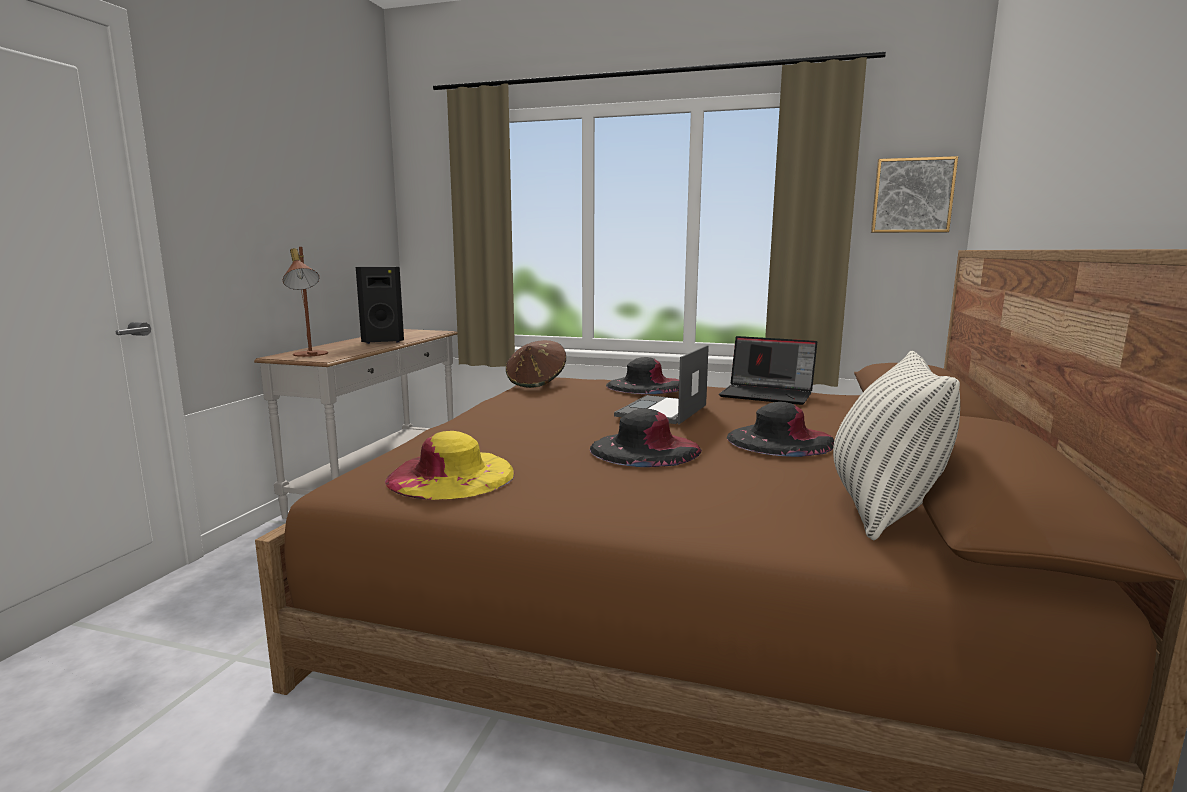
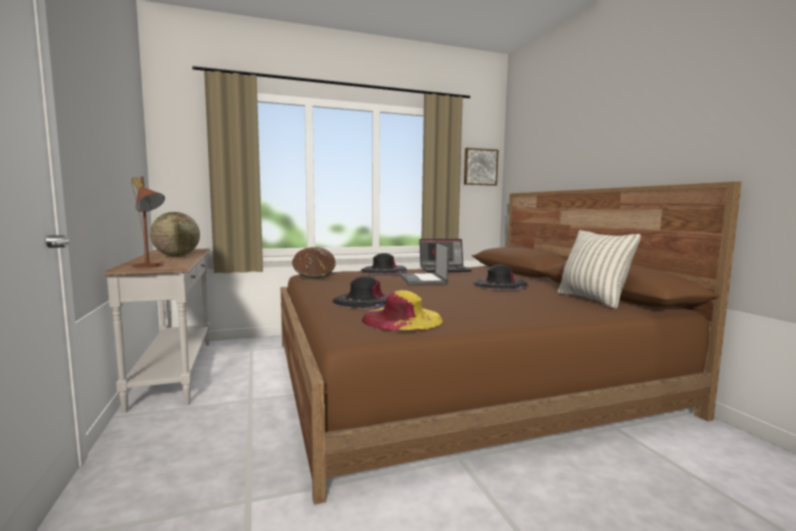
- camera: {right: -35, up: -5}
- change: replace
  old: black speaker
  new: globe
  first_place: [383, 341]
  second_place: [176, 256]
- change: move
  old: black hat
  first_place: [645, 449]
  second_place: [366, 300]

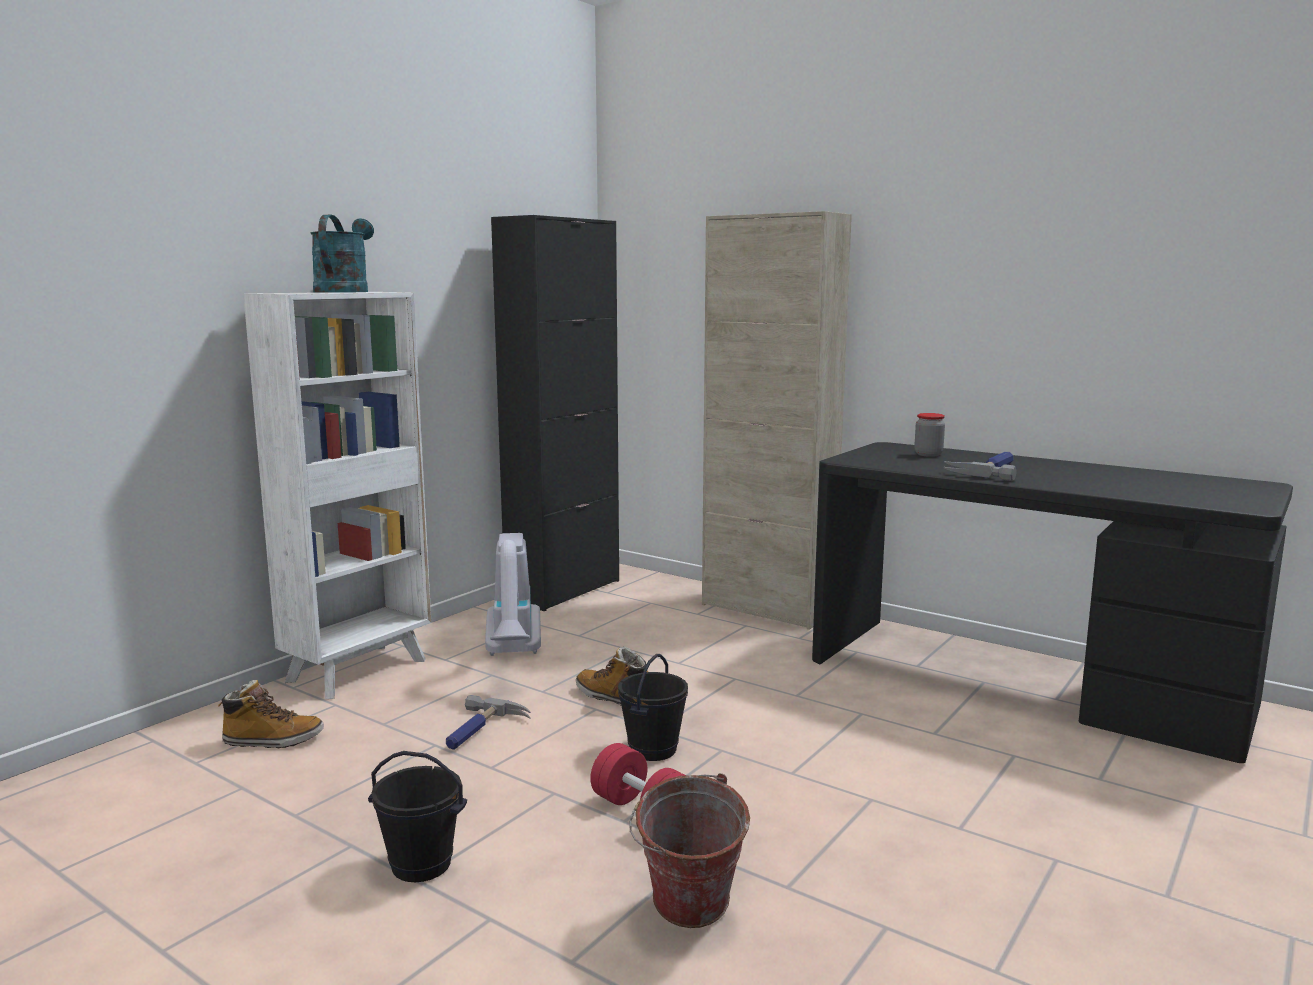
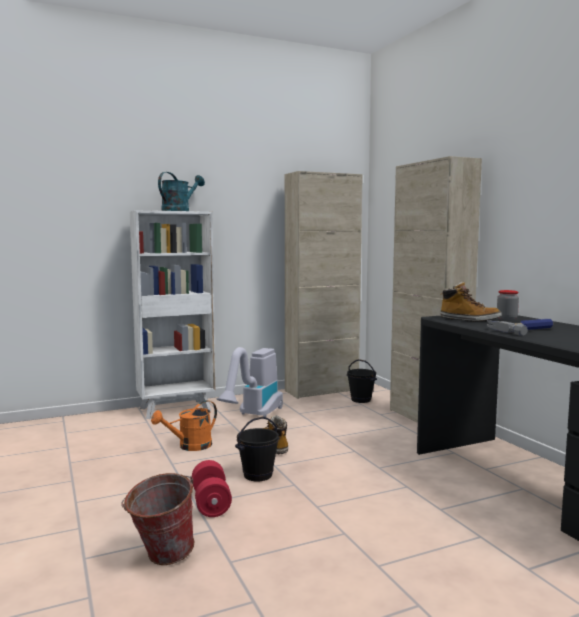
- camera: {right: 30, up: -5}
- change: recolor
  old: black cabinet
  new: beige cabinet
  first_place: [564, 590]
  second_place: [322, 390]
- change: move
  old: boot
  first_place: [272, 741]
  second_place: [469, 320]
- change: replace
  old: hammer
  new: orange watering can
  first_place: [480, 731]
  second_place: [190, 446]
- change: move
  old: black bucket
  first_place: [420, 866]
  second_place: [360, 400]

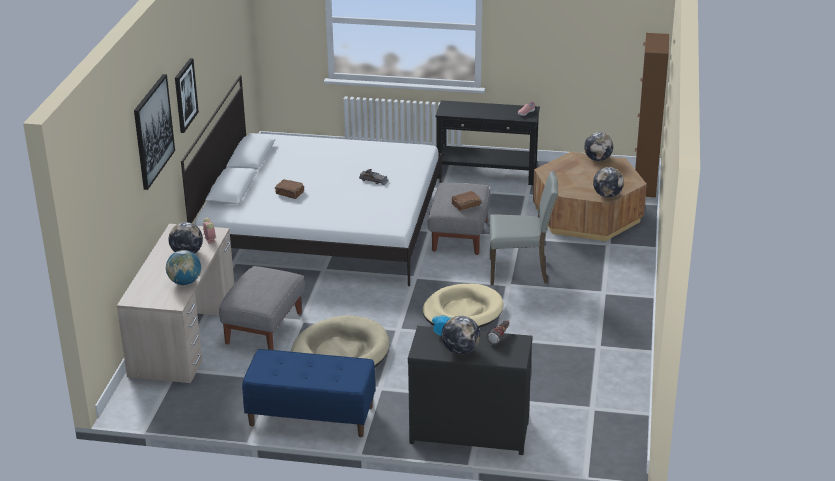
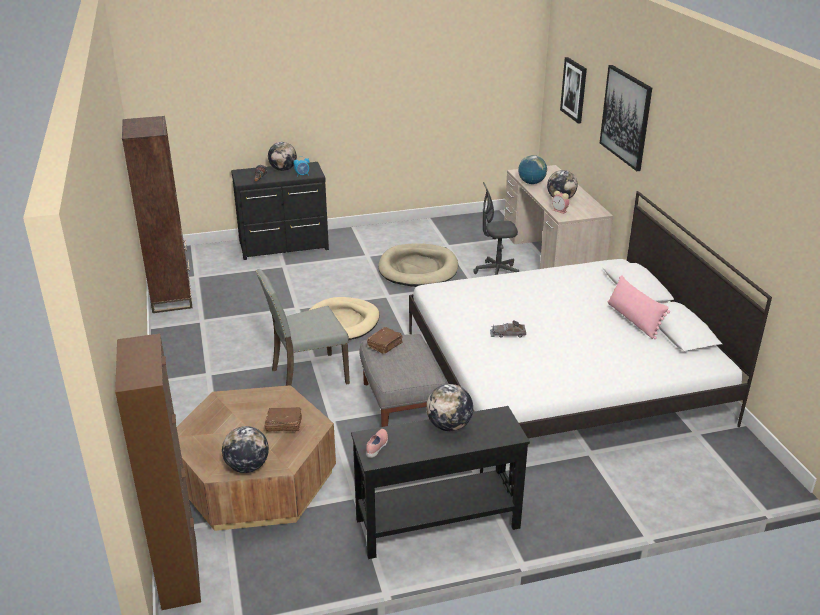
- camera: {right: 155, up: 0}
- change: move
  old: picture
  first_place: [185, 95]
  second_place: [574, 90]
- change: move
  old: globe
  first_place: [607, 195]
  second_place: [449, 426]
- change: move
  old: brown book
  first_place: [290, 193]
  second_place: [283, 425]
- change: replace
  old: grey ottoman
  new: grey office chair
  first_place: [264, 329]
  second_place: [496, 272]
- change: delete
  old: blue bench
  first_place: [310, 416]
- change: insert
  new: brown bookcase
  second_place: [171, 297]
- change: insert
  new: pink pillow
  second_place: [633, 320]

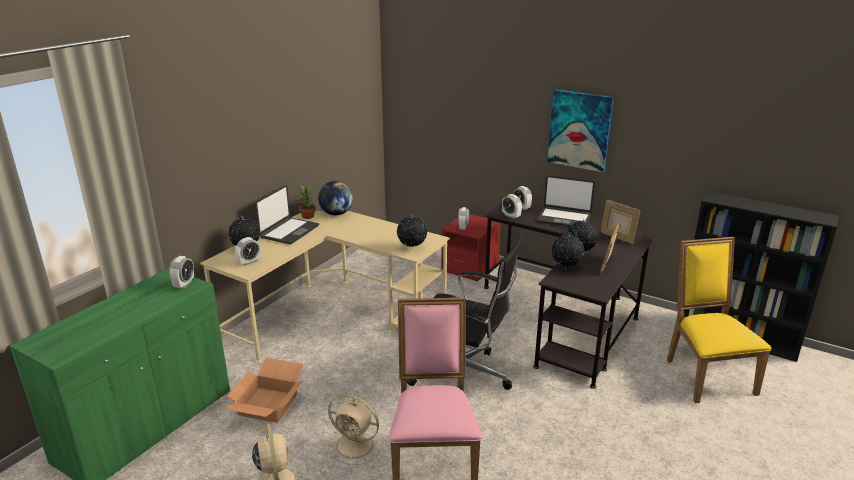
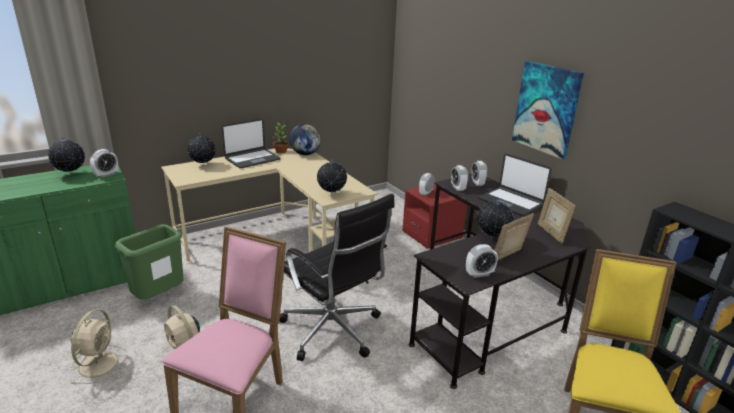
- camera: {right: 25, up: 0}
- change: move
  old: globe
  first_place: [565, 269]
  second_place: [71, 174]
- change: move
  old: alarm clock
  first_place: [249, 262]
  second_place: [479, 274]
- change: replace
  old: cardboard box
  new: green trash can
  first_place: [267, 404]
  second_place: [159, 298]

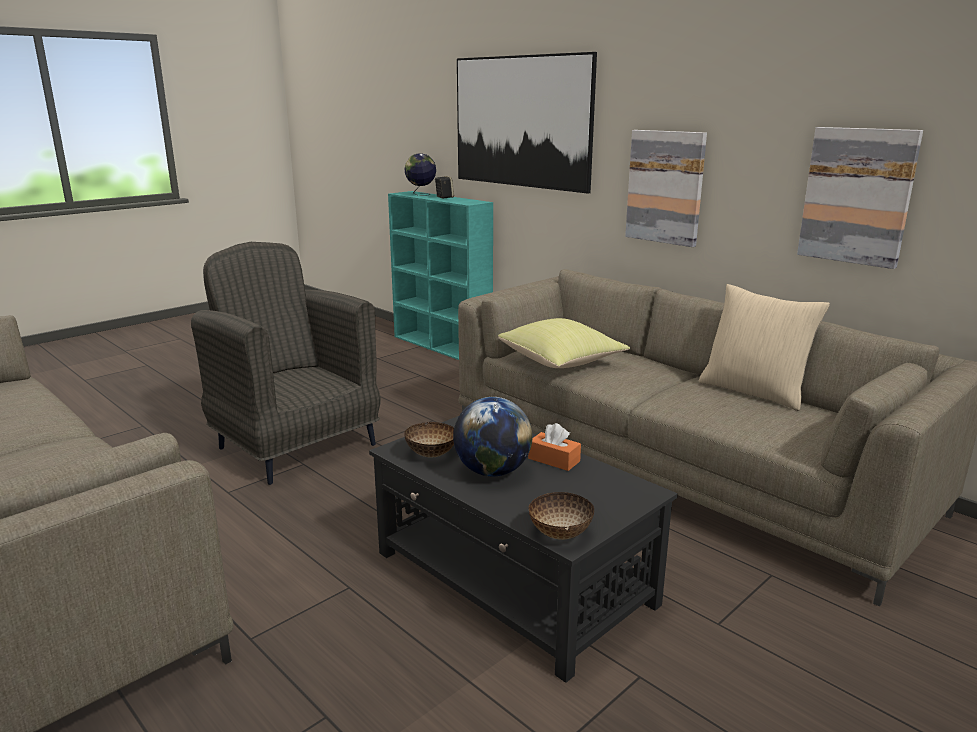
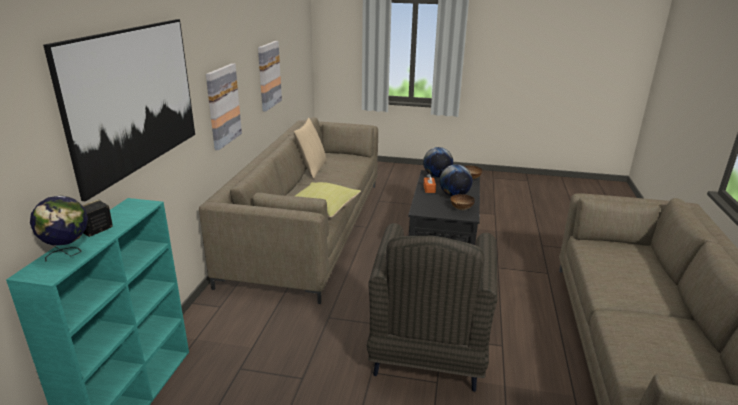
- camera: {right: -125, up: 5}
- change: insert
  new: globe
  second_place: [437, 176]

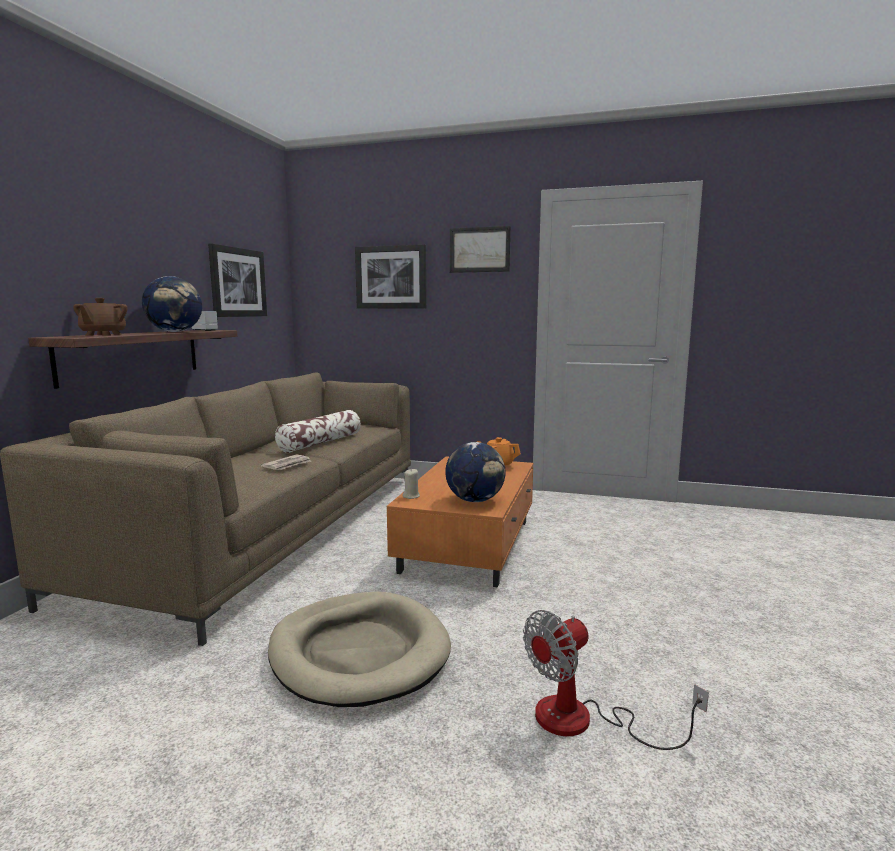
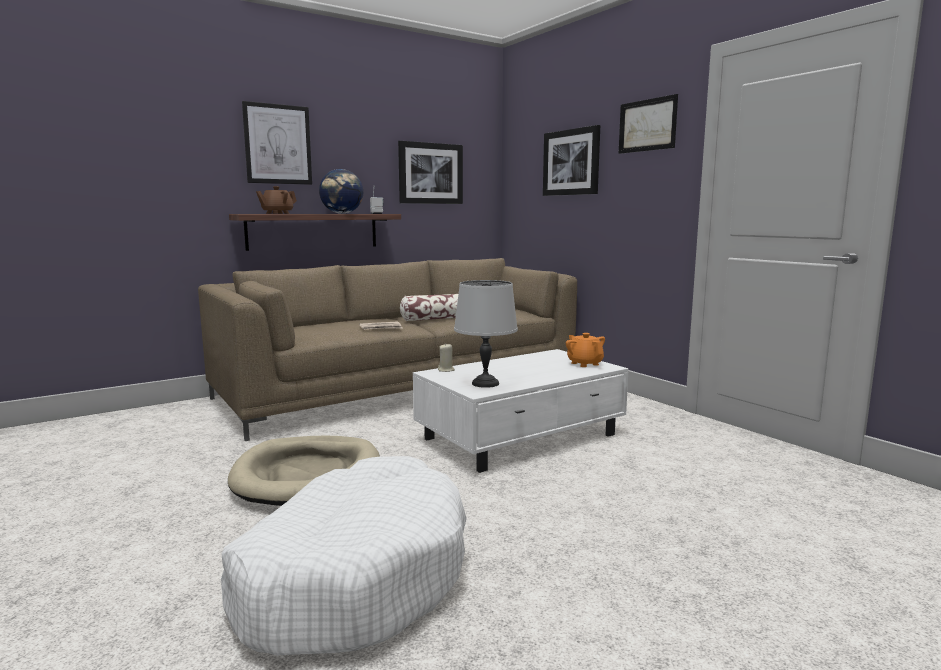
- camera: {right: 40, up: 0}
- change: replace
  old: globe
  new: grey table lamp
  first_place: [475, 500]
  second_place: [486, 383]
- change: recolor
  old: orange coffee table
  new: white coffee table
  first_place: [469, 544]
  second_place: [522, 436]
- change: replace
  old: fan
  new: white dog bed
  first_place: [584, 721]
  second_place: [353, 576]
- change: insert
  new: picture
  second_place: [278, 144]

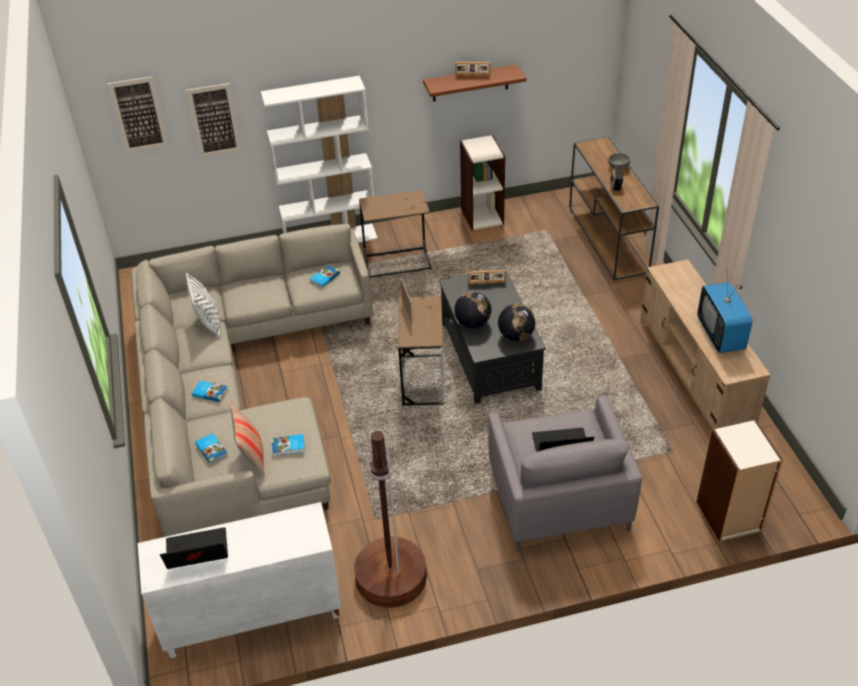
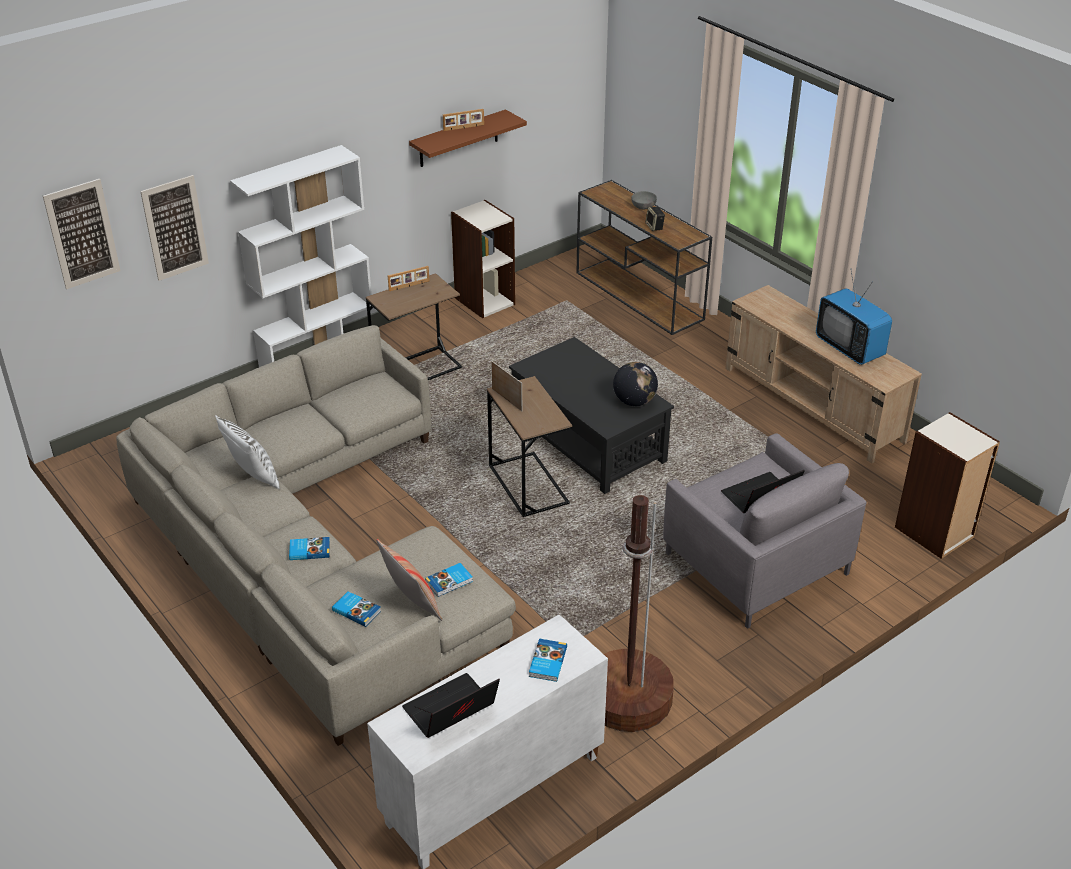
- camera: {right: -25, up: -5}
- change: move
  old: book
  first_place: [324, 277]
  second_place: [547, 662]
- change: move
  old: picture frame
  first_place: [487, 283]
  second_place: [409, 286]
- change: delete
  old: globe
  first_place: [473, 323]

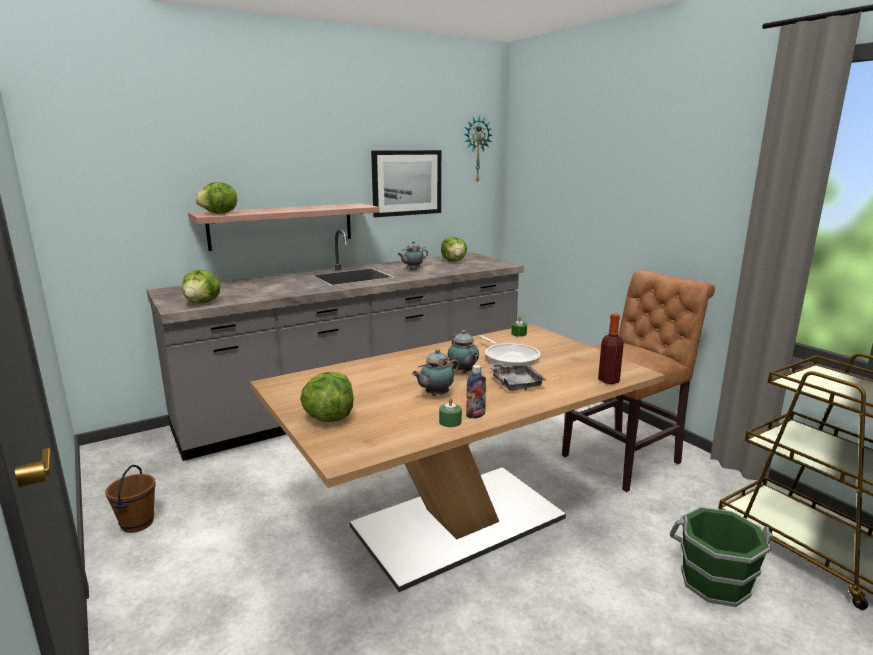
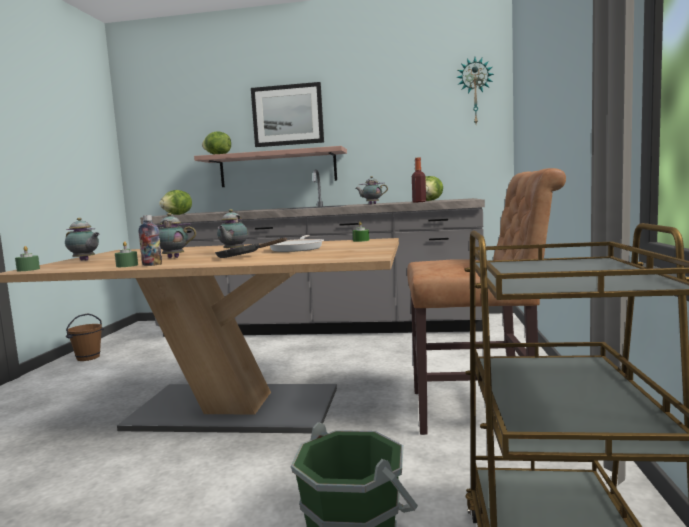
- camera: {right: 40, up: -10}
- change: move
  old: picture
  first_place: [406, 183]
  second_place: [287, 115]
- change: move
  old: bottle
  first_place: [608, 380]
  second_place: [419, 202]
- change: replace
  old: grey tray
  new: black frying pan
  first_place: [515, 383]
  second_place: [243, 257]
- change: replace
  old: lettuce
  new: teapot
  first_place: [329, 418]
  second_place: [85, 260]
- change: insert
  new: green candle
  second_place: [28, 269]

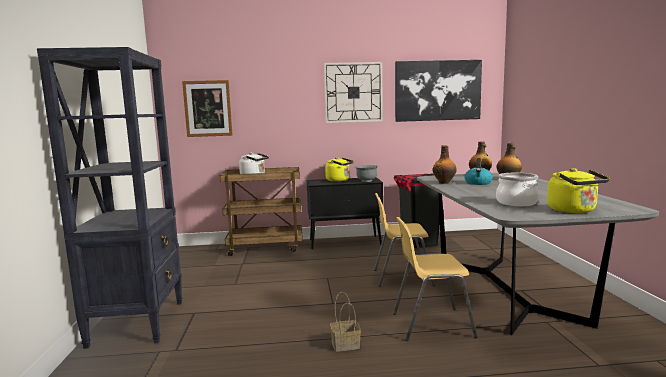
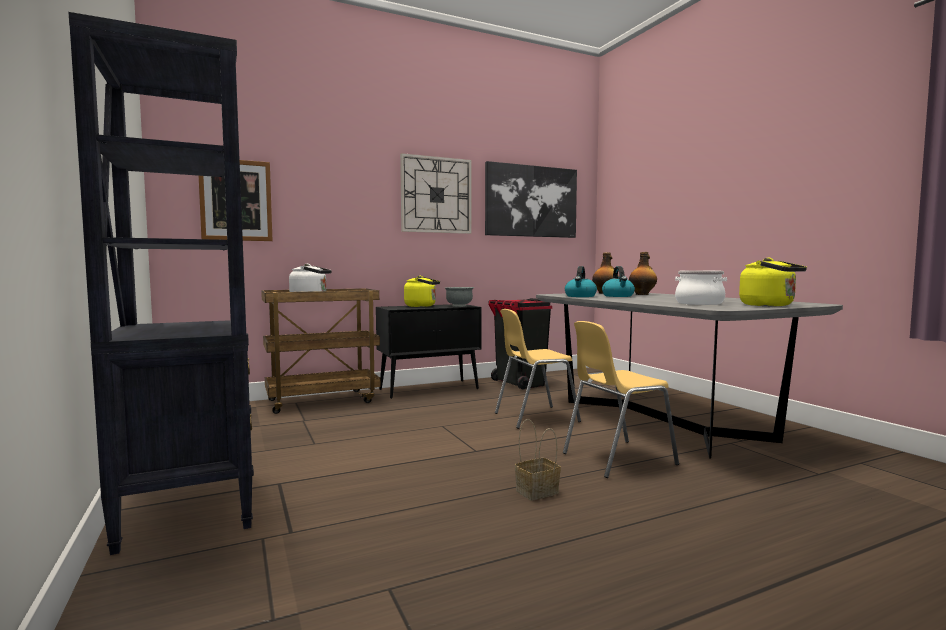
- camera: {right: -20, up: -5}
- change: replace
  old: bottle
  new: kettle
  first_place: [444, 182]
  second_place: [580, 296]

